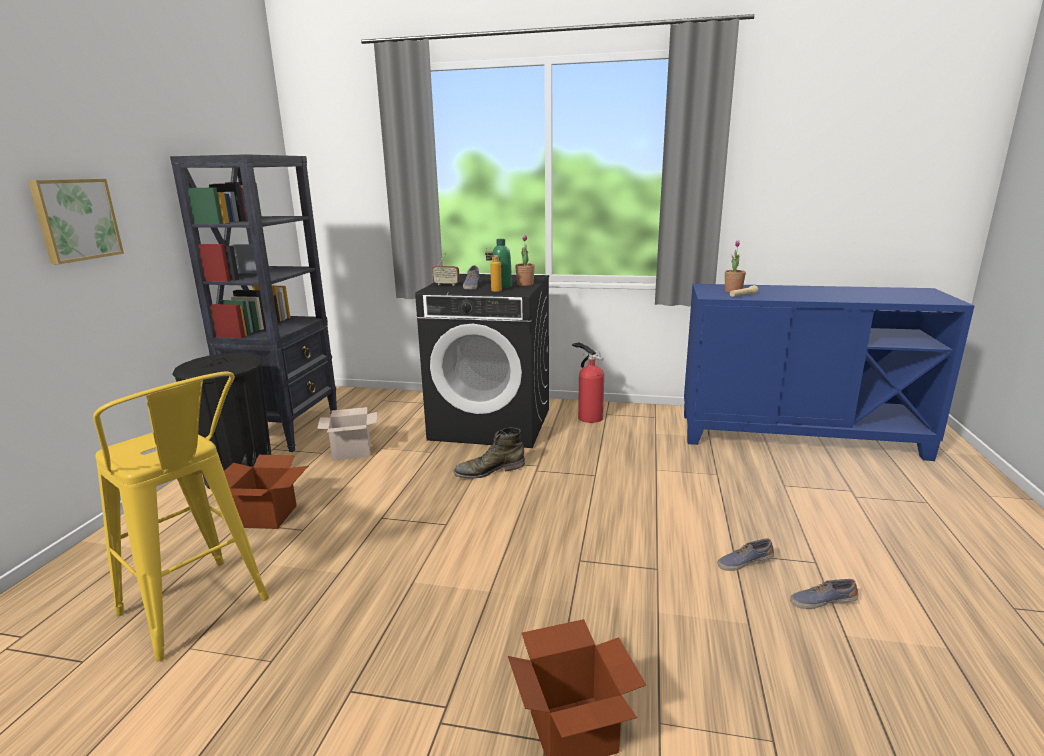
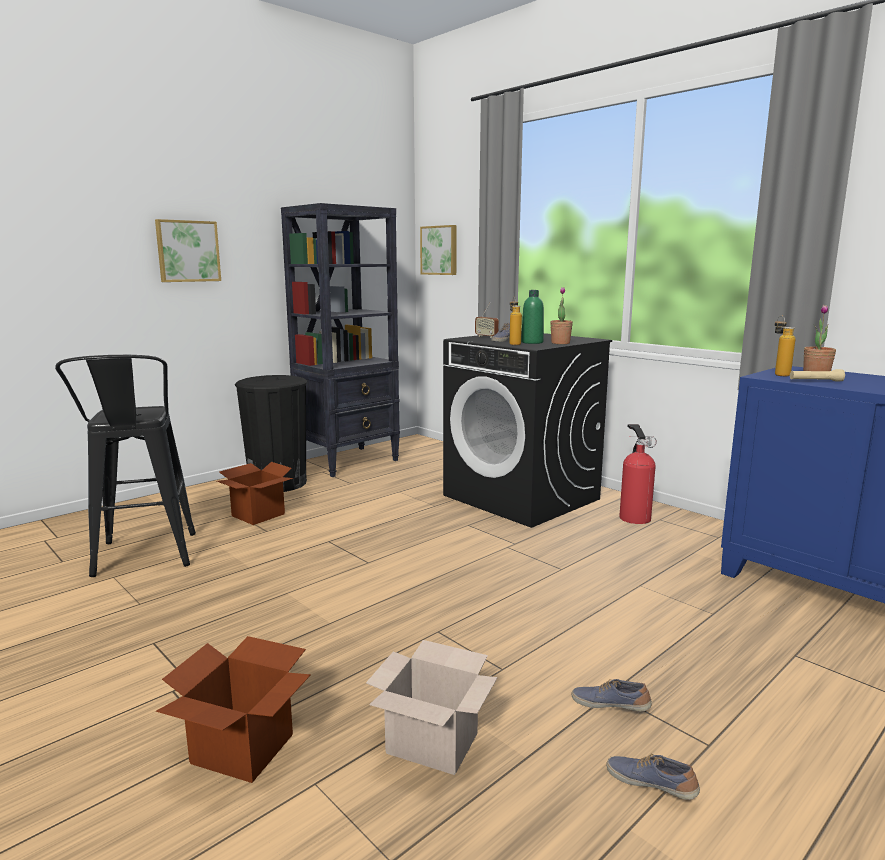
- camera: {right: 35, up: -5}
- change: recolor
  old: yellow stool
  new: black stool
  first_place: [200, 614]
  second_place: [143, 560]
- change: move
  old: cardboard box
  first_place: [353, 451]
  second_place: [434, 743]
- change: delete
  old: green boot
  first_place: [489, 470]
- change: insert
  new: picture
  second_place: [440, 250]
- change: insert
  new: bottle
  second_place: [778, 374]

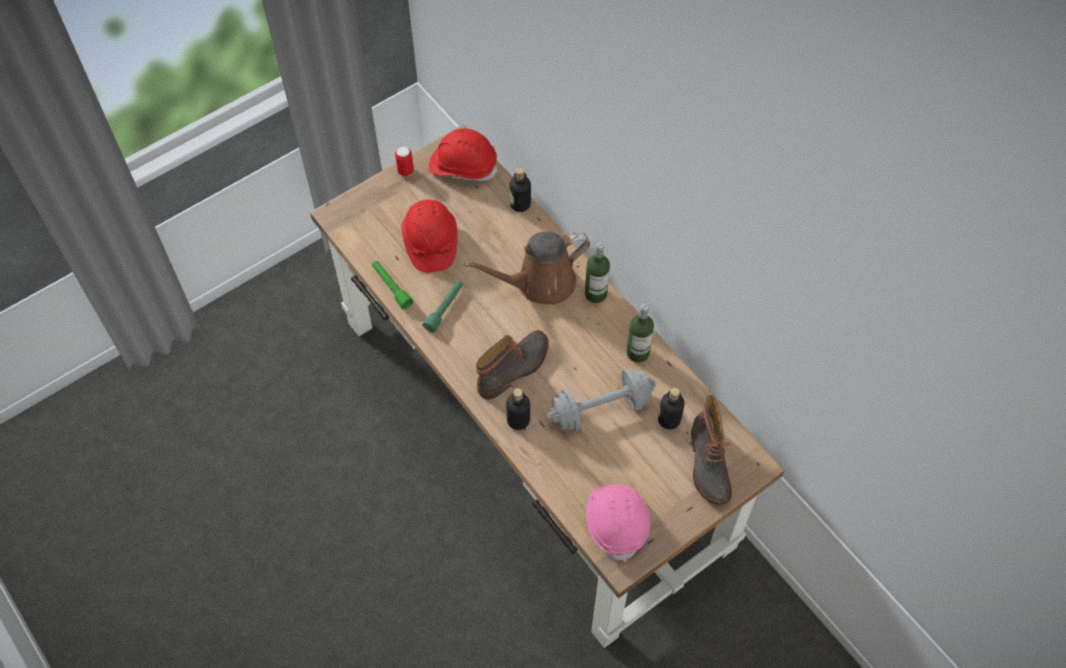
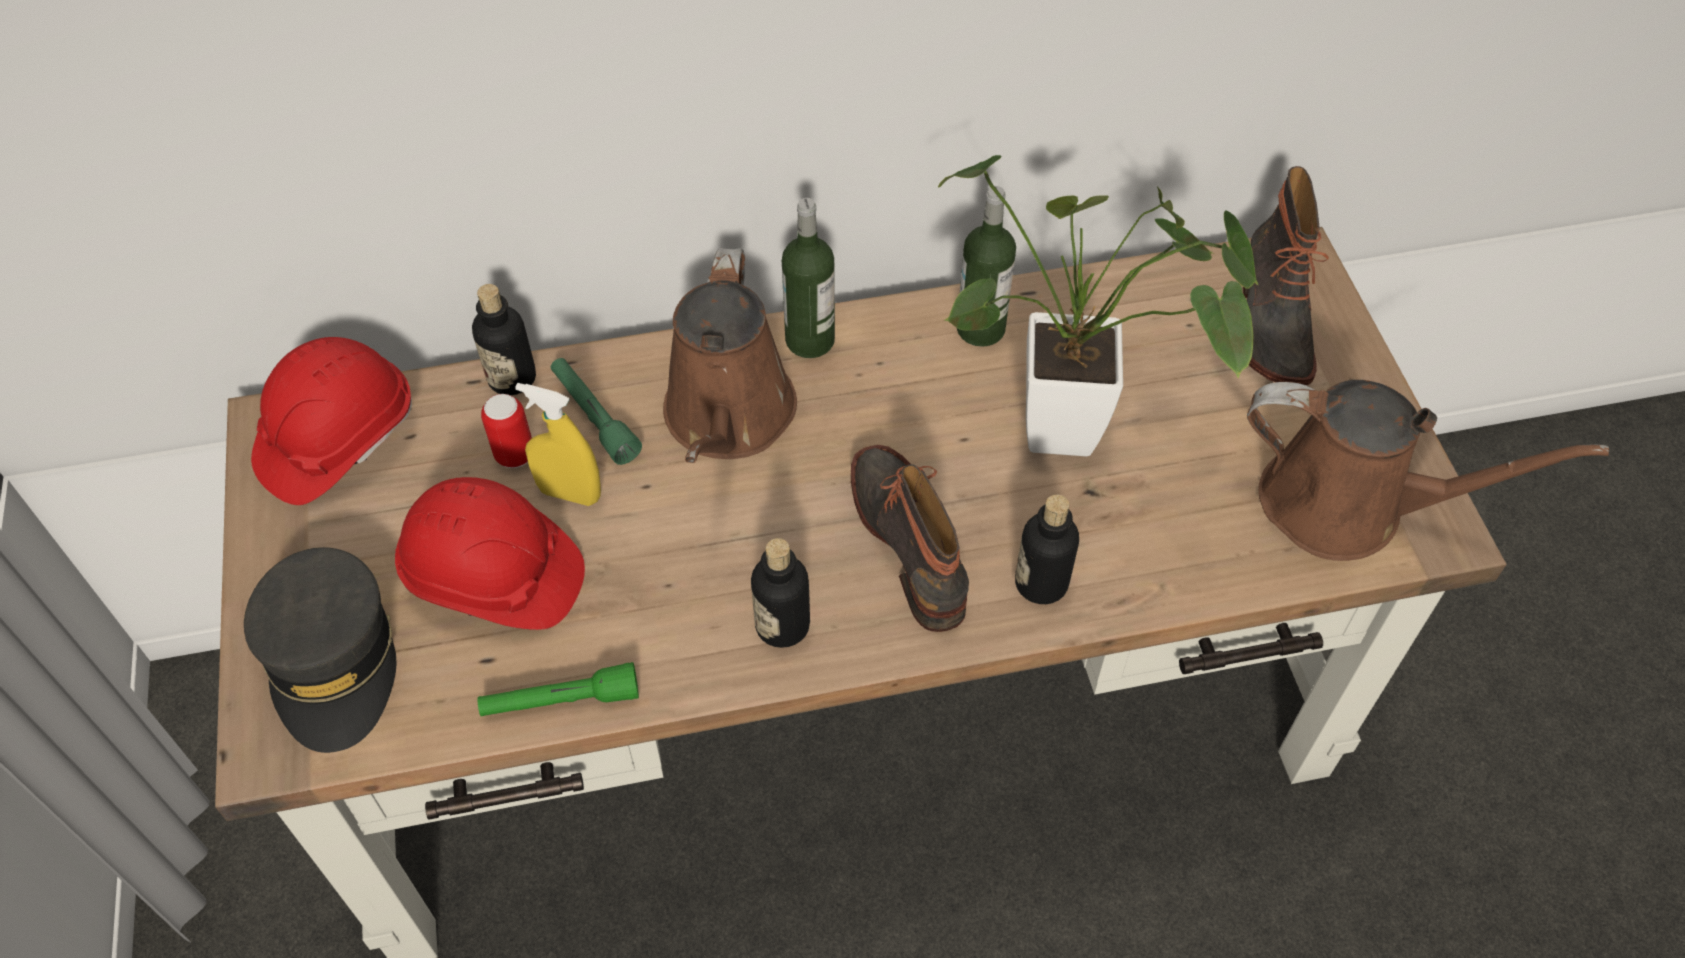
- camera: {right: -65, up: -5}
- change: move
  old: can
  first_place: [405, 171]
  second_place: [515, 455]
- change: move
  old: green flashlight
  first_place: [444, 308]
  second_place: [594, 417]
- change: replace
  old: grey dumbbell
  new: potted plant
  first_place: [600, 409]
  second_place: [1080, 434]
- change: move
  old: bottle
  first_place: [669, 419]
  second_place: [782, 625]
- change: rotate
  old: boot
  first_place: [707, 464]
  second_place: [1270, 322]
  degrees: 75
- change: replace
  old: pink hard hat
  new: brown watering can
  first_place: [617, 522]
  second_place: [1346, 506]
- change: insert
  new: yellow spray bottle
  second_place: [570, 494]
- change: insert
  new: grey cap
  second_place: [333, 661]

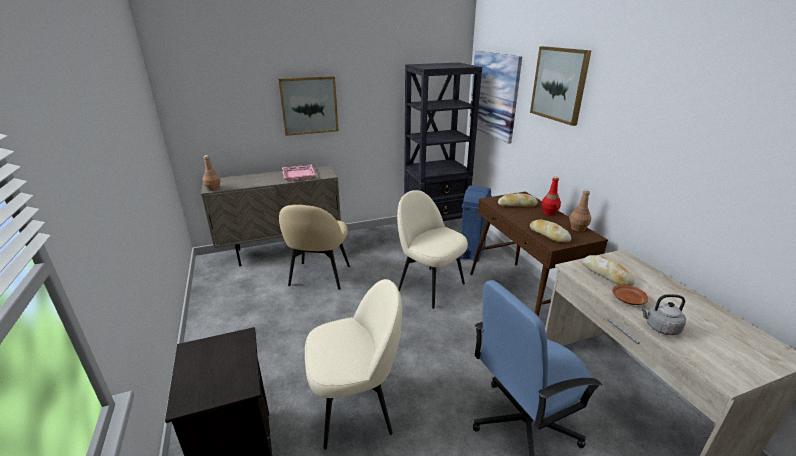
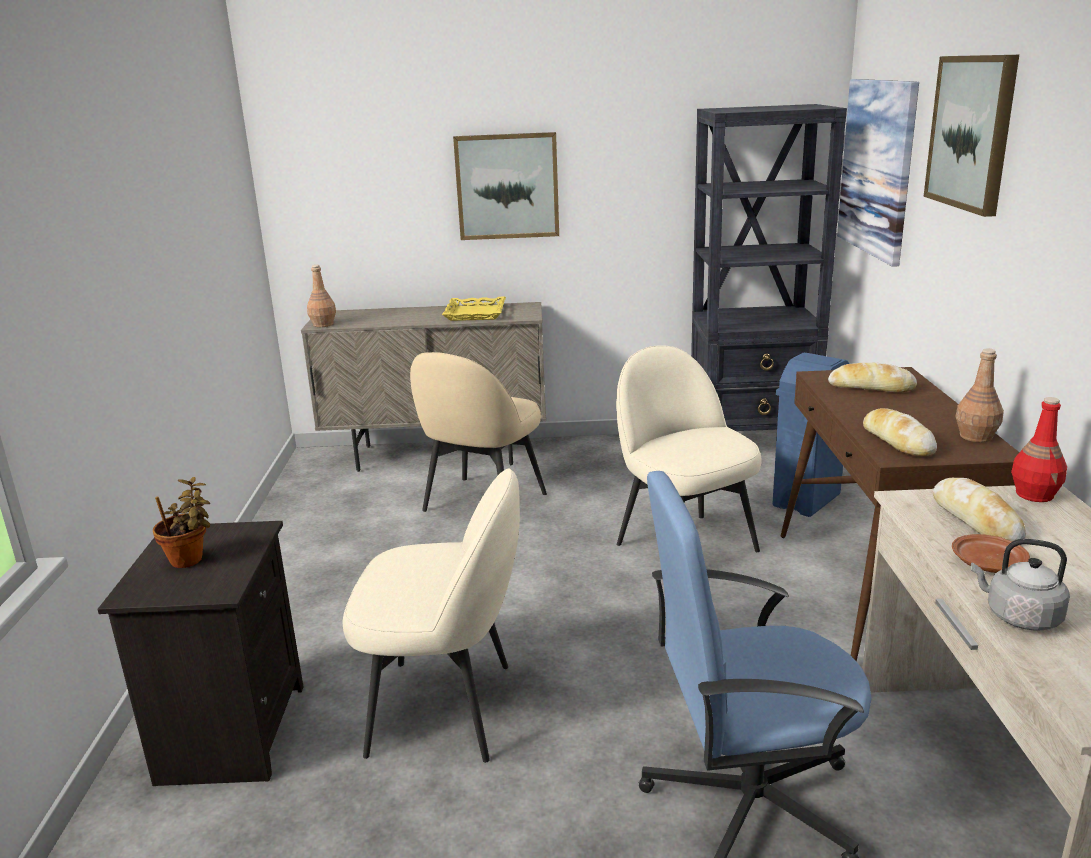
- camera: {right: 20, up: -5}
- change: recolor
  old: pink tray
  new: yellow tray
  first_place: [299, 175]
  second_place: [476, 313]
- change: move
  old: red bottle
  first_place: [549, 213]
  second_place: [1035, 494]
- change: insert
  new: potted plant
  second_place: [190, 560]

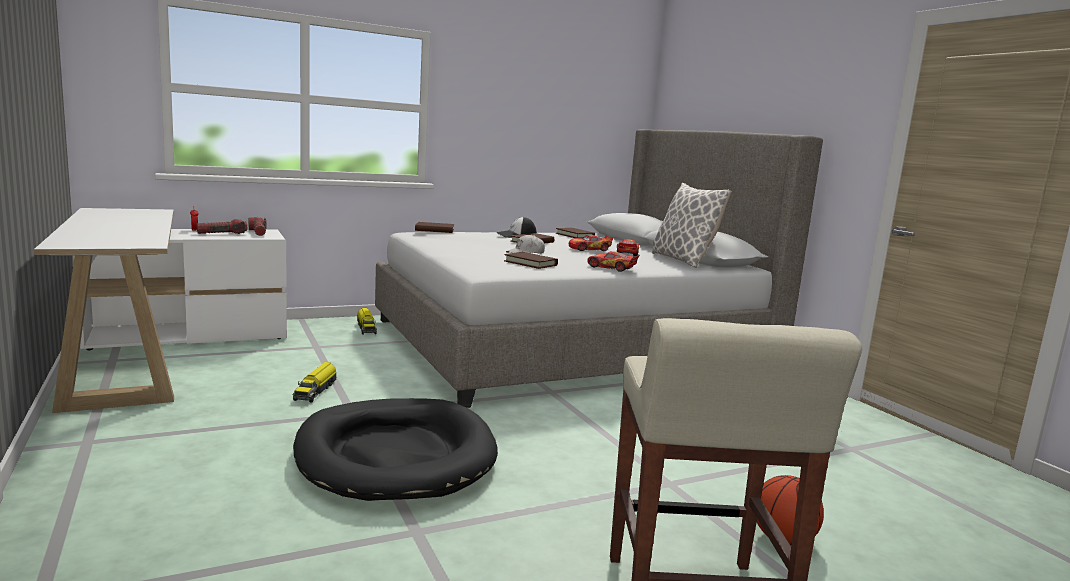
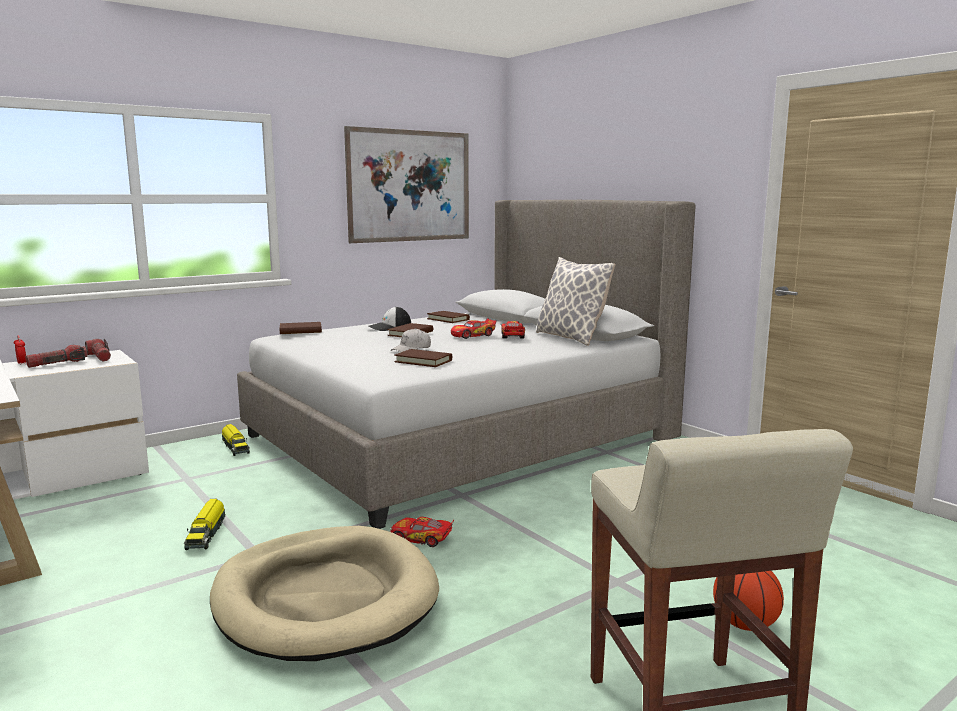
- camera: {right: -10, up: 0}
- change: move
  old: toy car
  first_place: [611, 268]
  second_place: [421, 538]
- change: recolor
  old: black dog bed
  new: beige dog bed
  first_place: [395, 455]
  second_place: [325, 598]
- change: insert
  new: picture
  second_place: [410, 186]

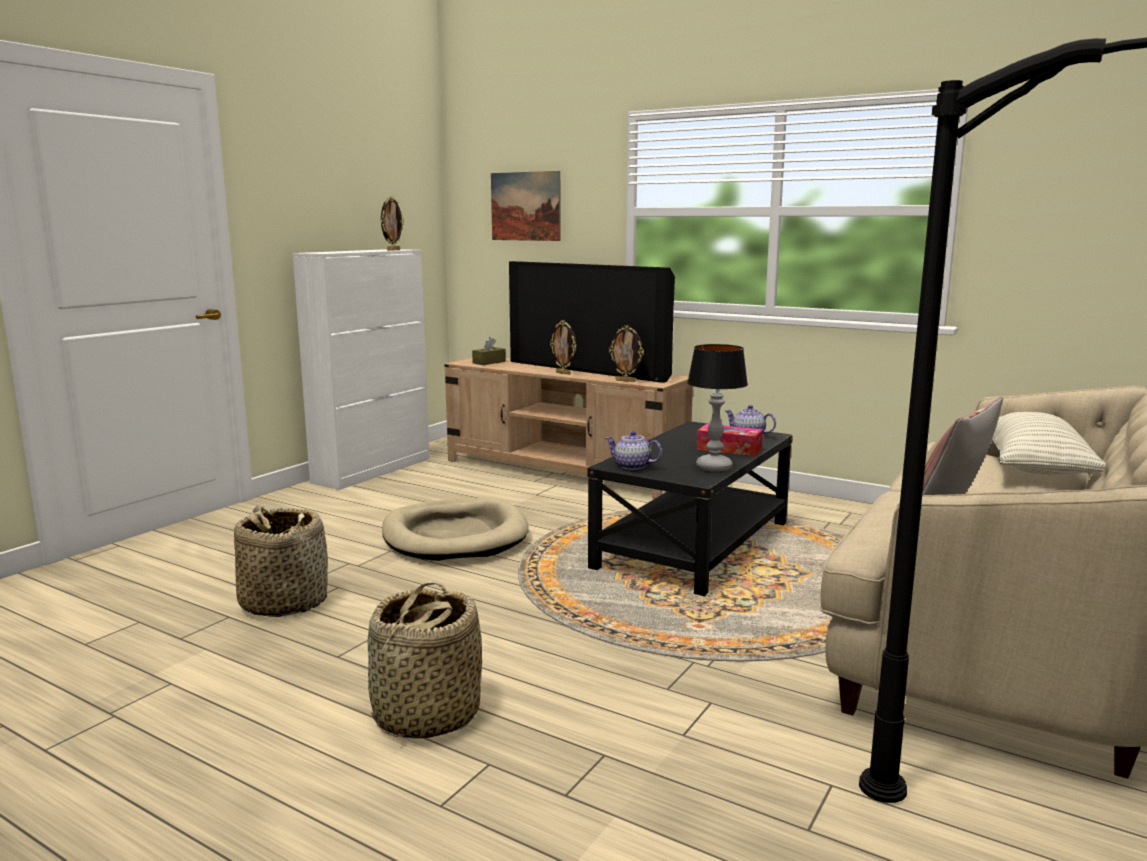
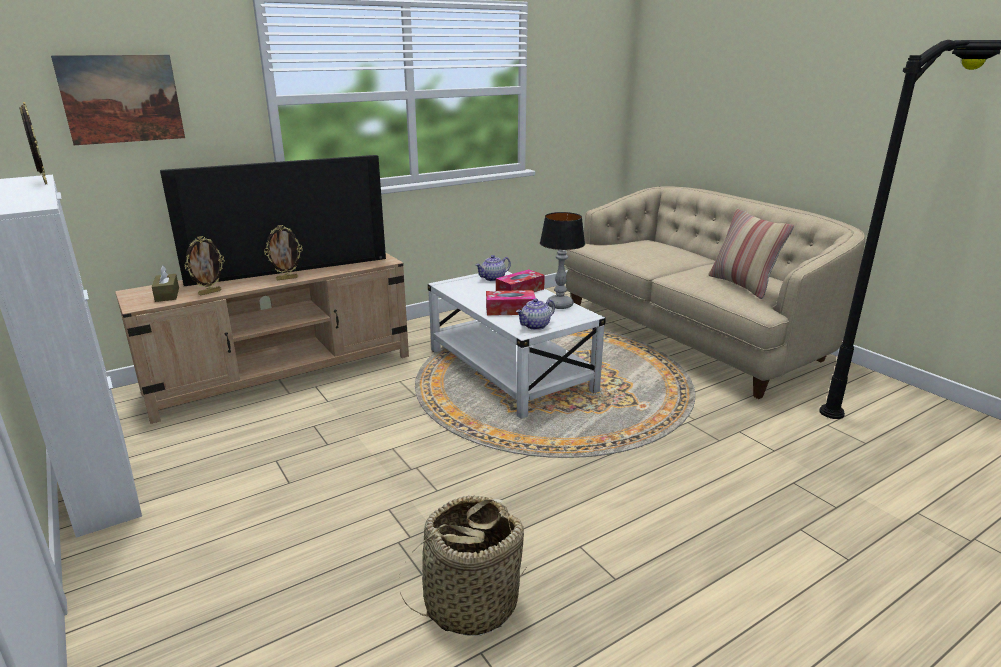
- camera: {right: -65, up: 10}
- change: move
  old: picture frame
  first_place: [626, 381]
  second_place: [210, 292]
- change: delete
  old: pillow
  first_place: [1033, 467]
- change: recolor
  old: black coffee table
  new: white coffee table
  first_place: [693, 545]
  second_place: [510, 370]
- change: delete
  old: beige dog bed
  first_place: [455, 536]
- change: delete
  old: basket
  first_place: [425, 715]
- change: insert
  new: tissue box
  second_place: [510, 310]

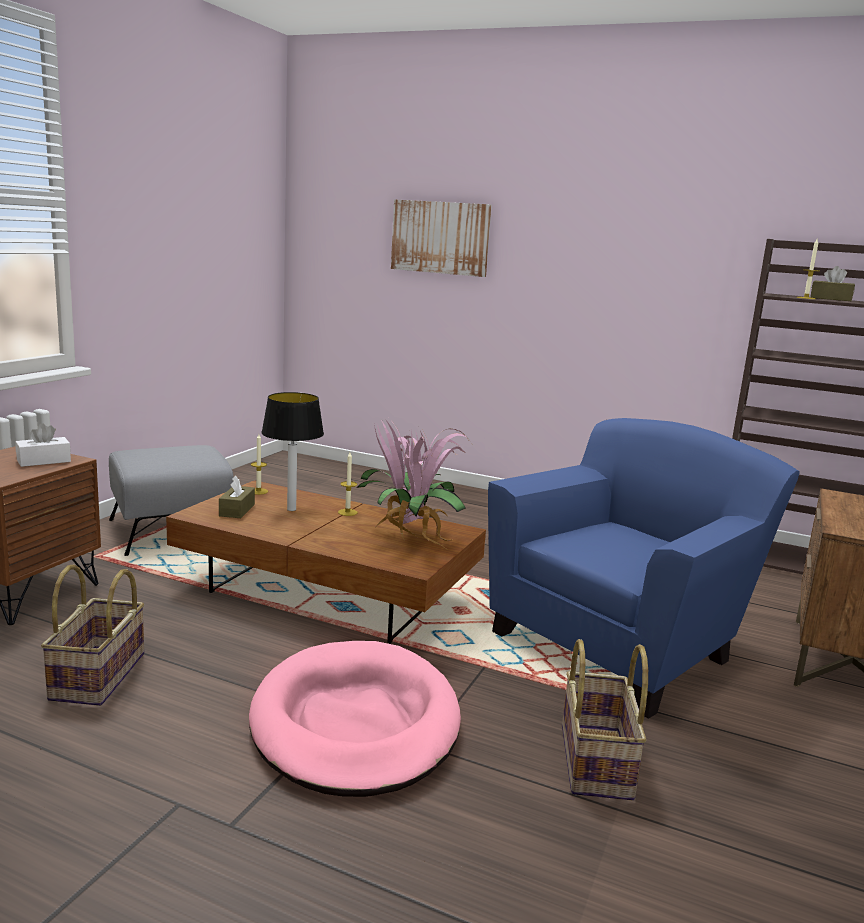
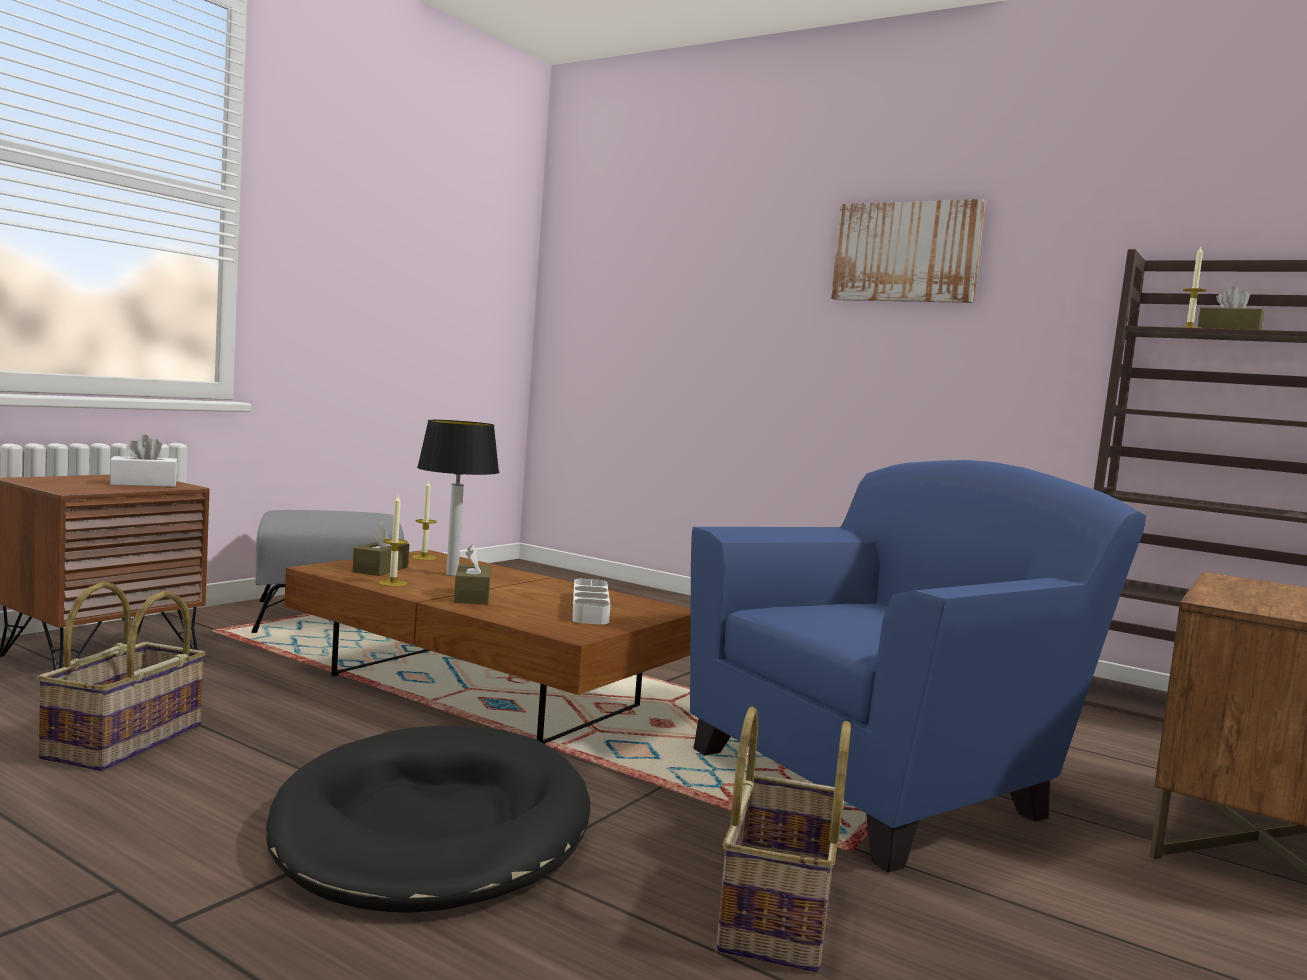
- camera: {right: 10, up: -10}
- change: move
  old: picture
  first_place: [440, 237]
  second_place: [906, 252]
- change: replace
  old: potted plant
  new: white tray
  first_place: [409, 537]
  second_place: [590, 608]
- change: move
  old: candle
  first_place: [347, 512]
  second_place: [393, 583]
- change: recolor
  old: pink dog bed
  new: black dog bed
  first_place: [355, 724]
  second_place: [433, 828]
- change: insert
  new: brown tissue box
  second_place: [472, 596]

